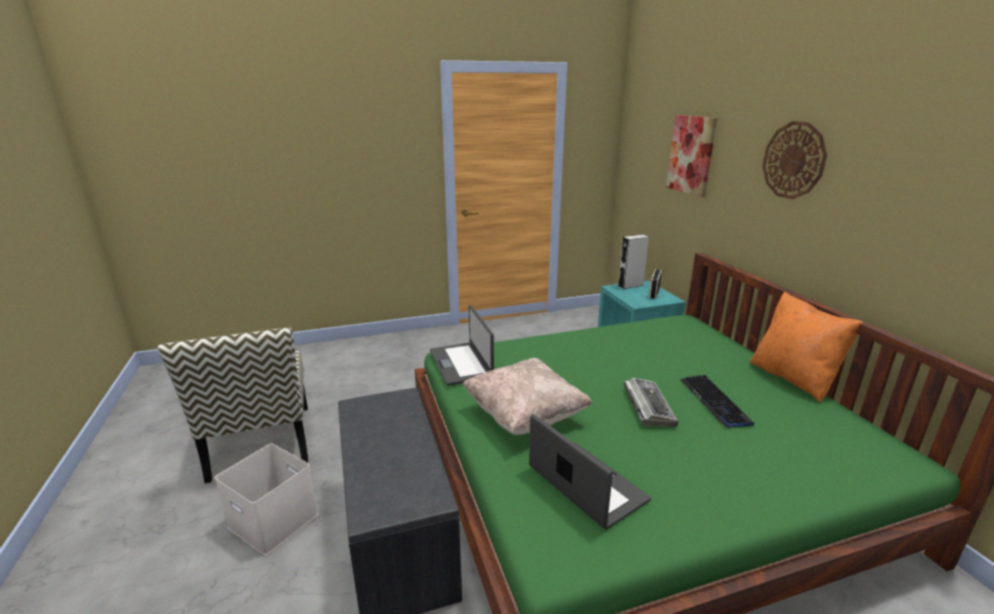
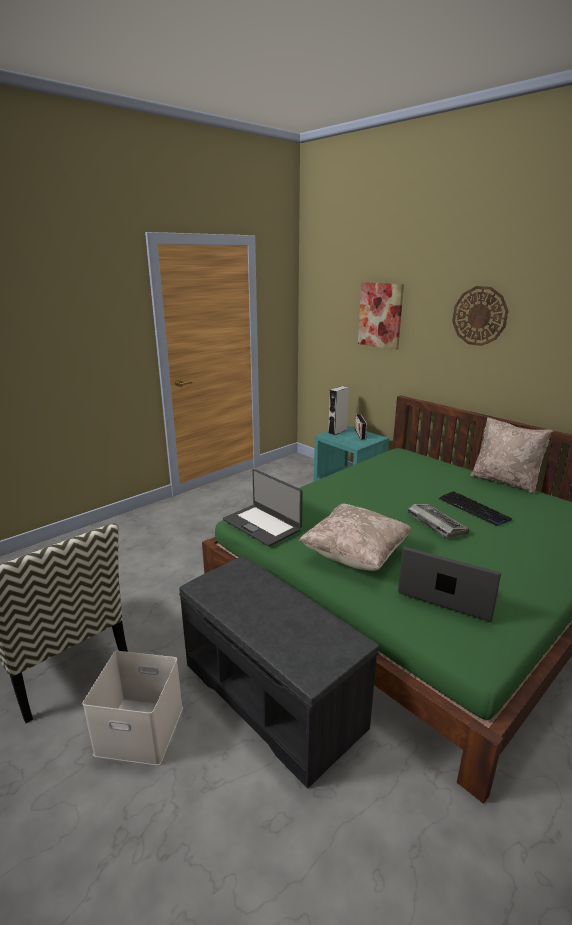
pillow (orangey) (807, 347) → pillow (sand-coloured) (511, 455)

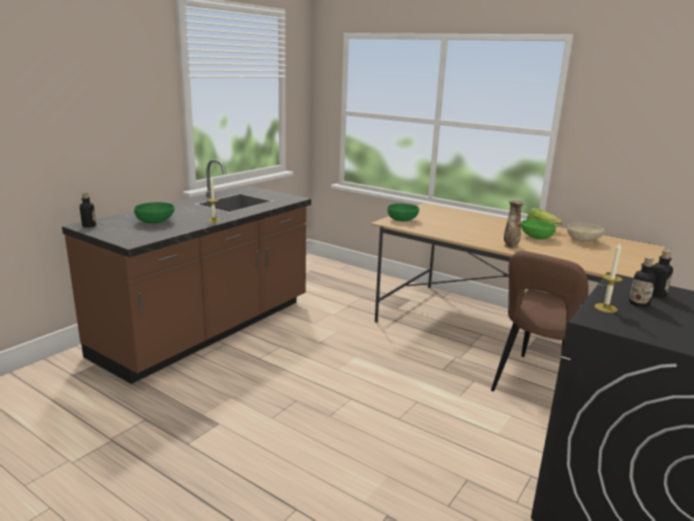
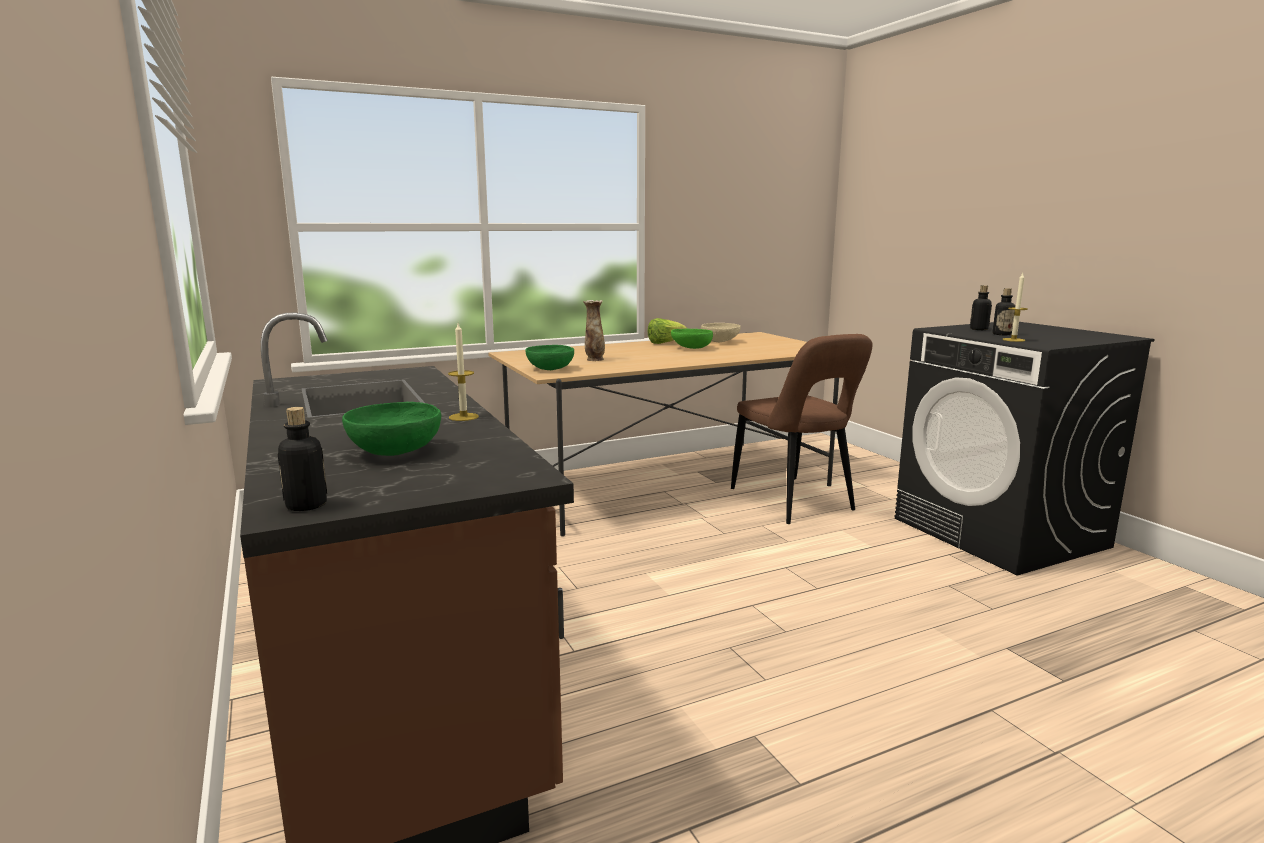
flower vase (514, 224) → flower vase (594, 330), move

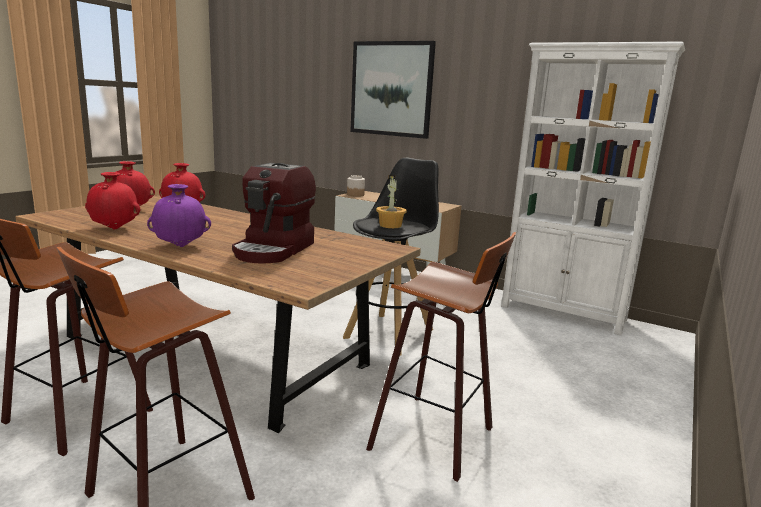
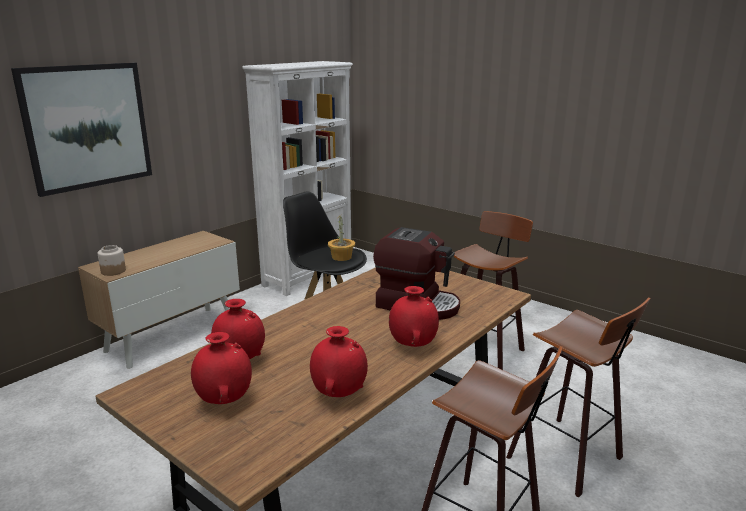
flower vase (purple) (179, 215) → flower vase (red) (414, 316)

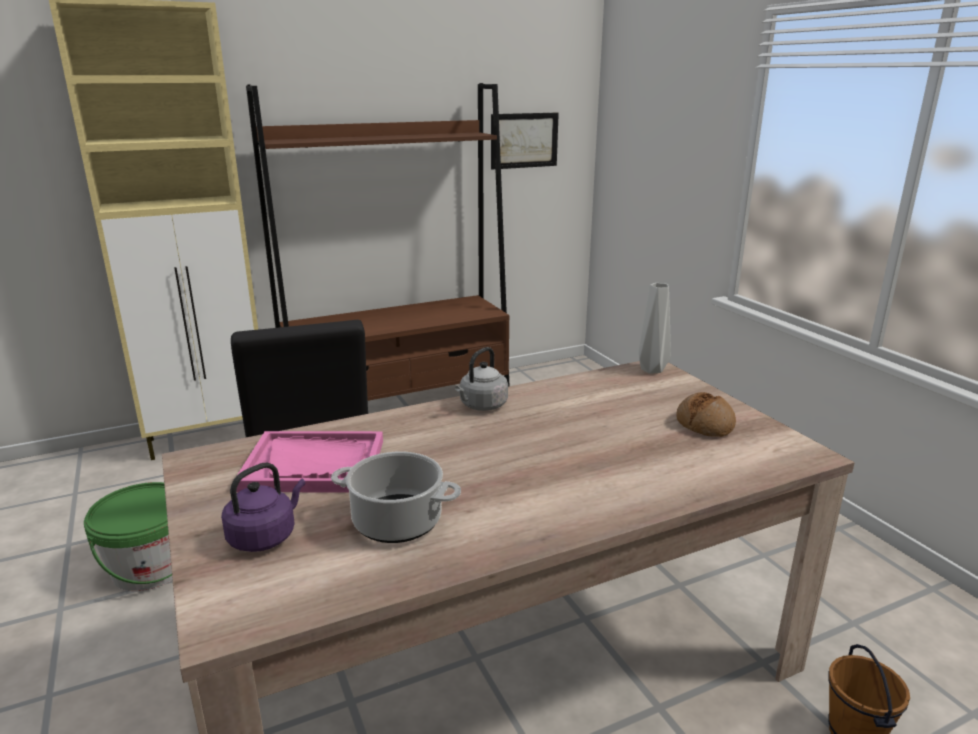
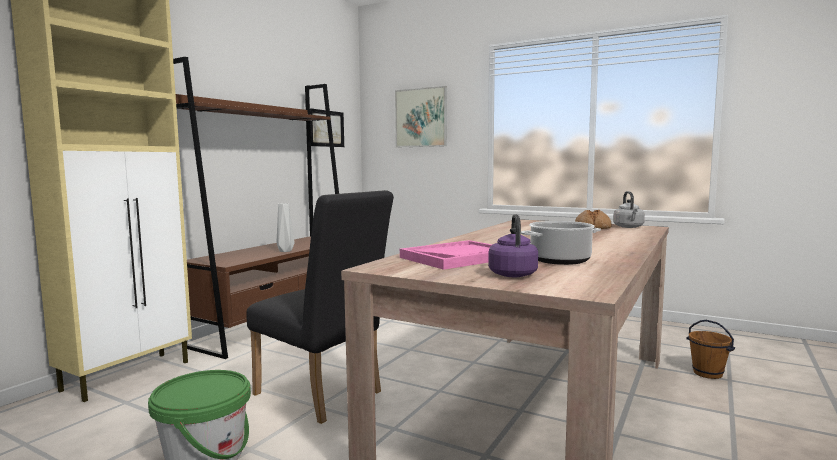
- → wall picture (421, 116)
tea kettle (greyish) (481, 379) → tea kettle (greyish) (629, 209), move
flower vase (greyish) (655, 328) → flower vase (greyish) (286, 227), move

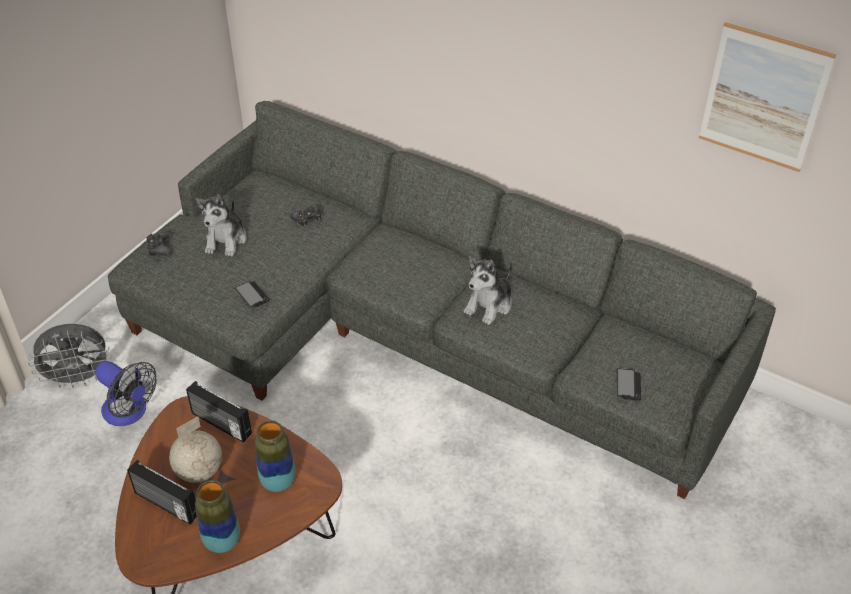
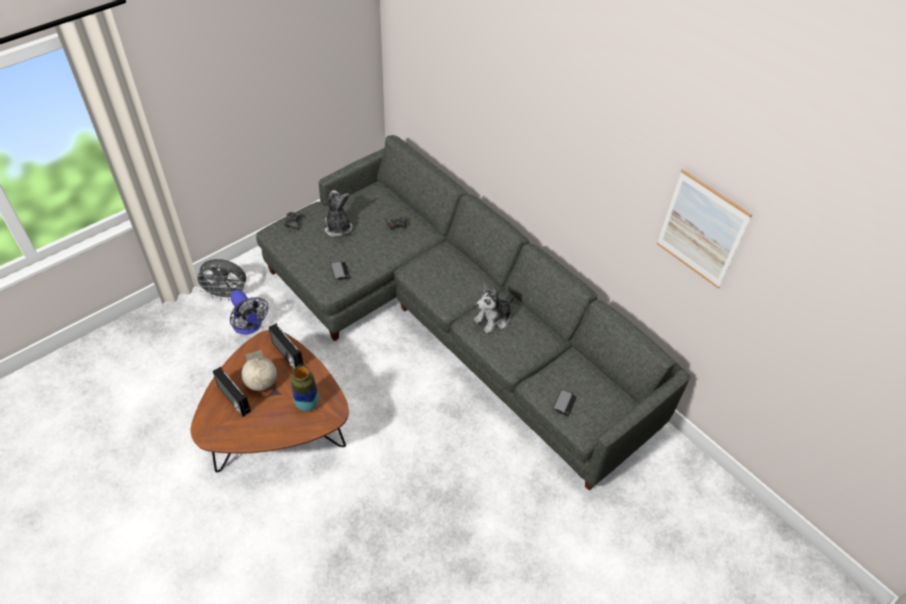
flower vase (217, 516) → -
soft toy (221, 225) → soft toy (338, 213), 135 degrees clockwise

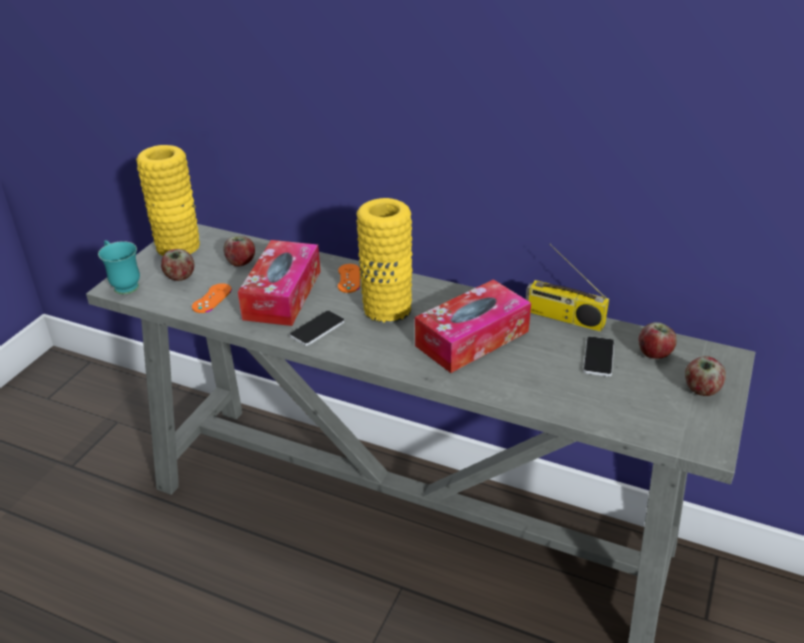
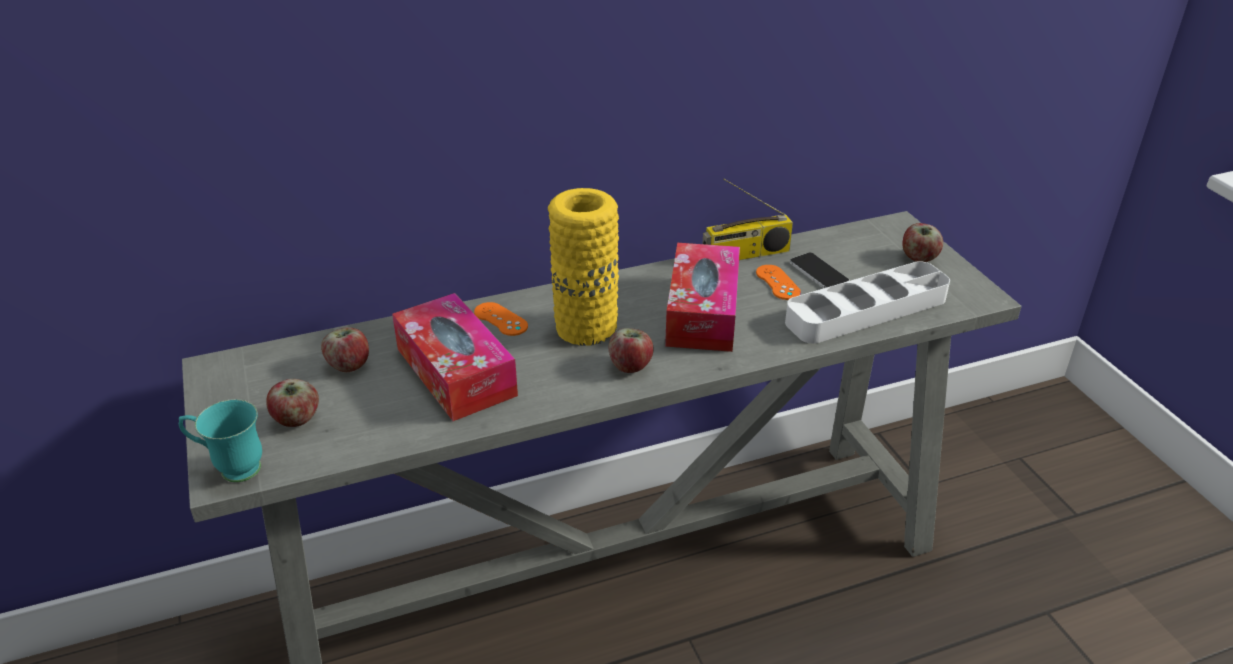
flower vase (yellowish) (168, 200) → -
phone (317, 328) → -
- → carrying tray (white-coloured) (867, 302)
gamepad (orangey) (212, 298) → gamepad (orangey) (778, 282), move
whole apple (657, 340) → whole apple (631, 350), move

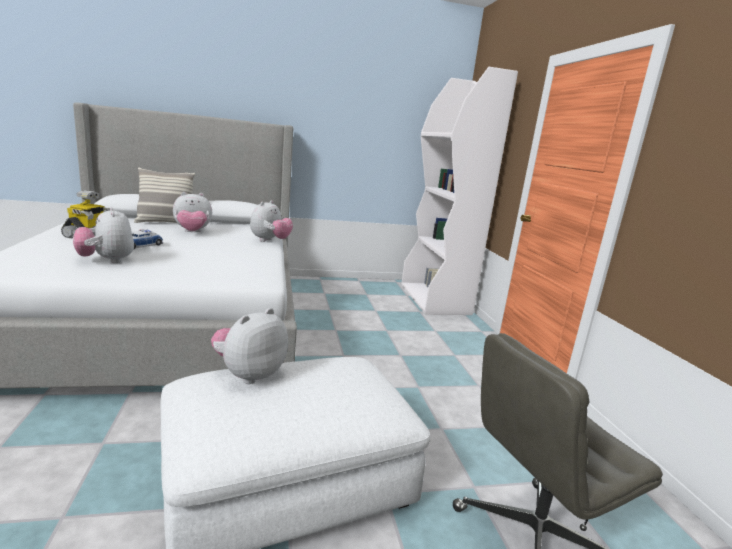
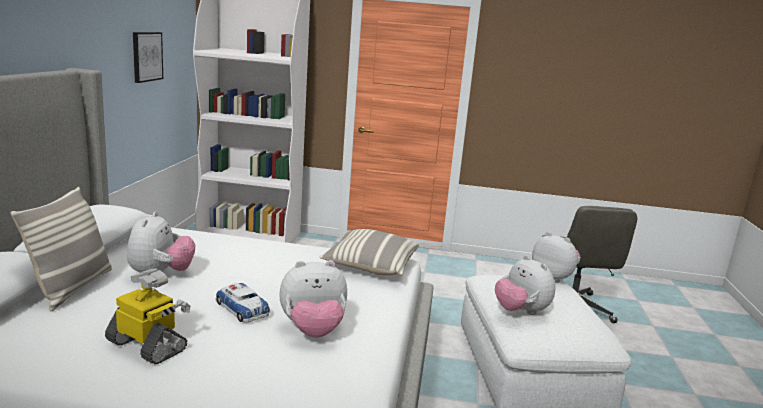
- → wall picture (148, 57)
- → pillow (369, 252)
soft toy (271, 221) → soft toy (556, 257), move

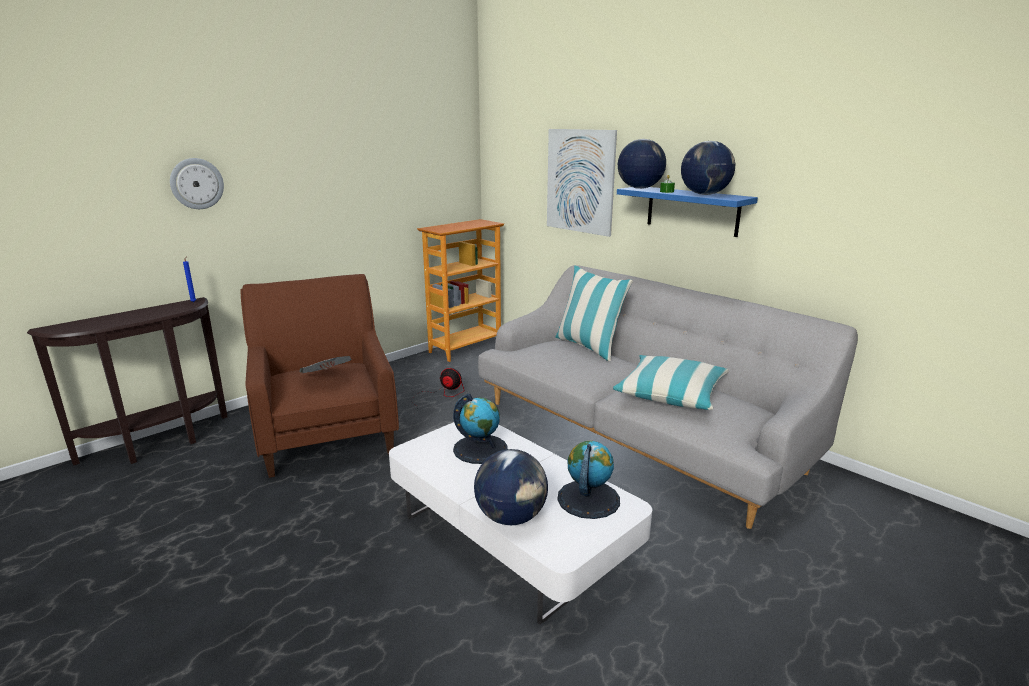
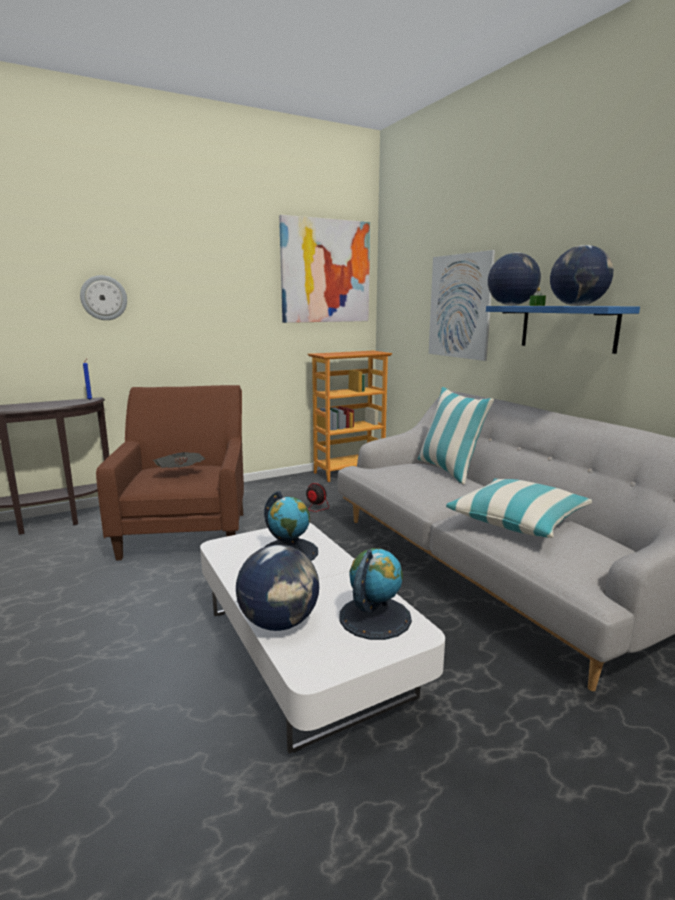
- → wall picture (324, 269)

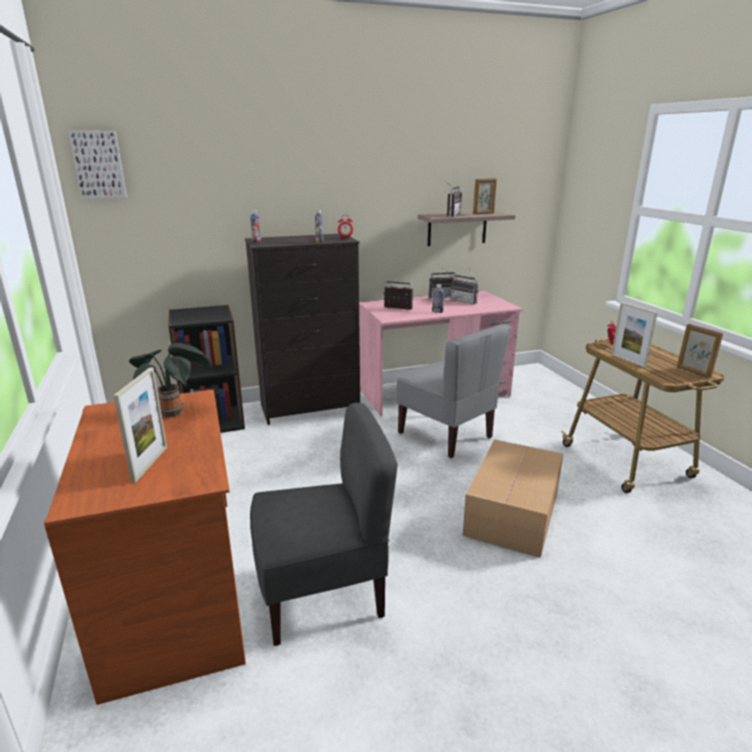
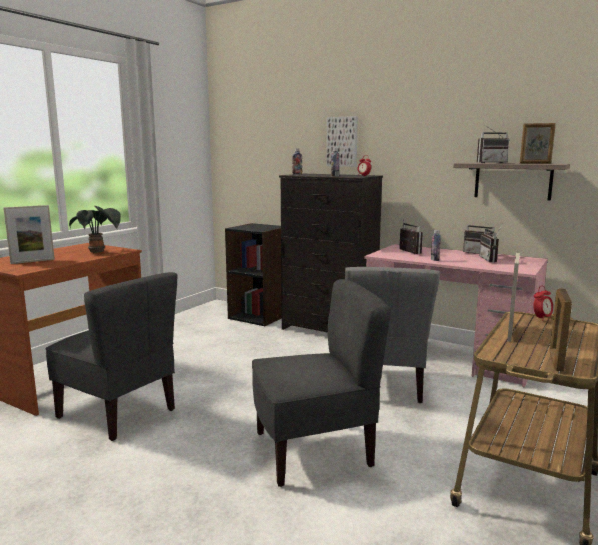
wall picture (97, 165) → wall picture (342, 141), move
packing box (513, 498) → upright chair (greyish) (321, 383)

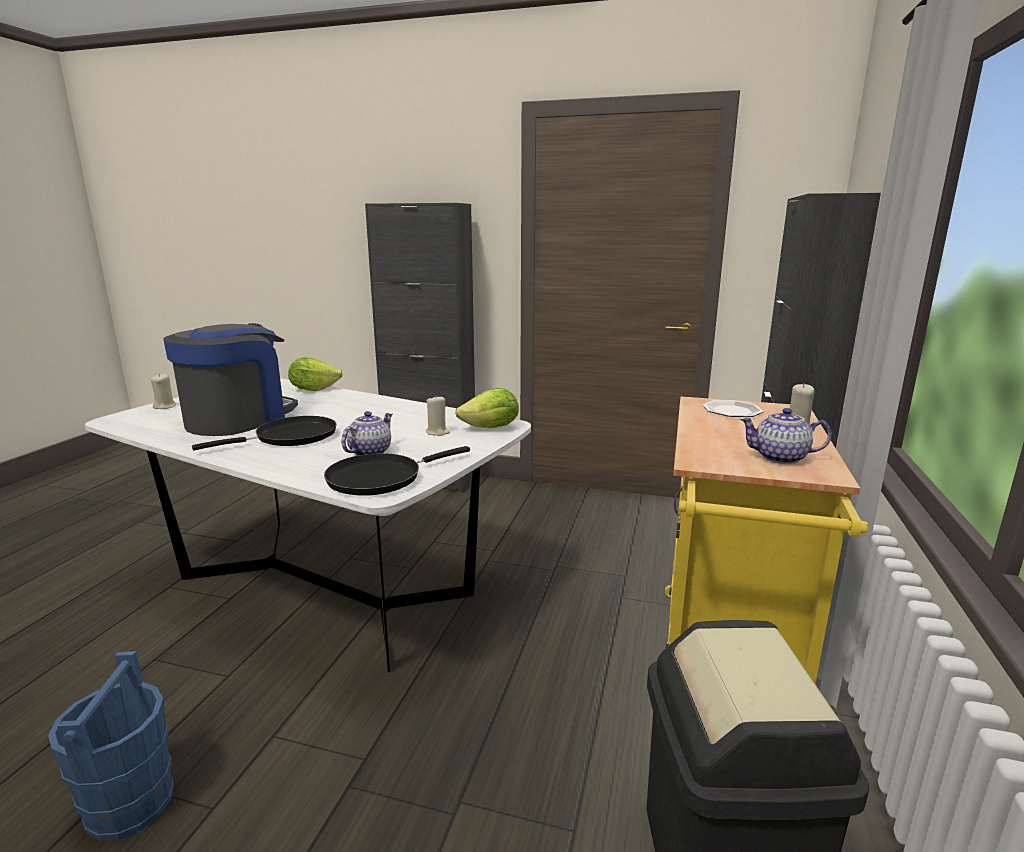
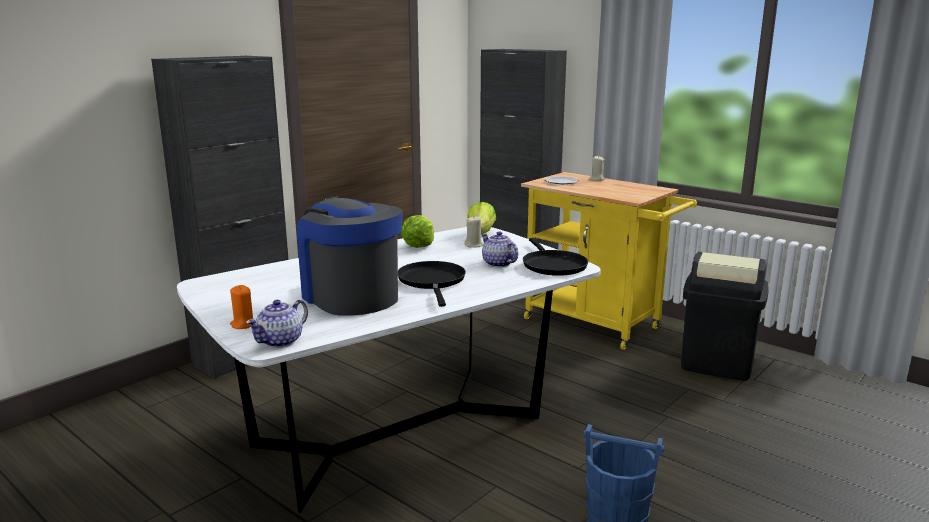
head of lettuce (315, 374) → head of lettuce (417, 231), move
pot for tea (785, 436) → pot for tea (277, 324), move
wax light (sand-coloured) (163, 391) → wax light (orangey) (241, 307)

